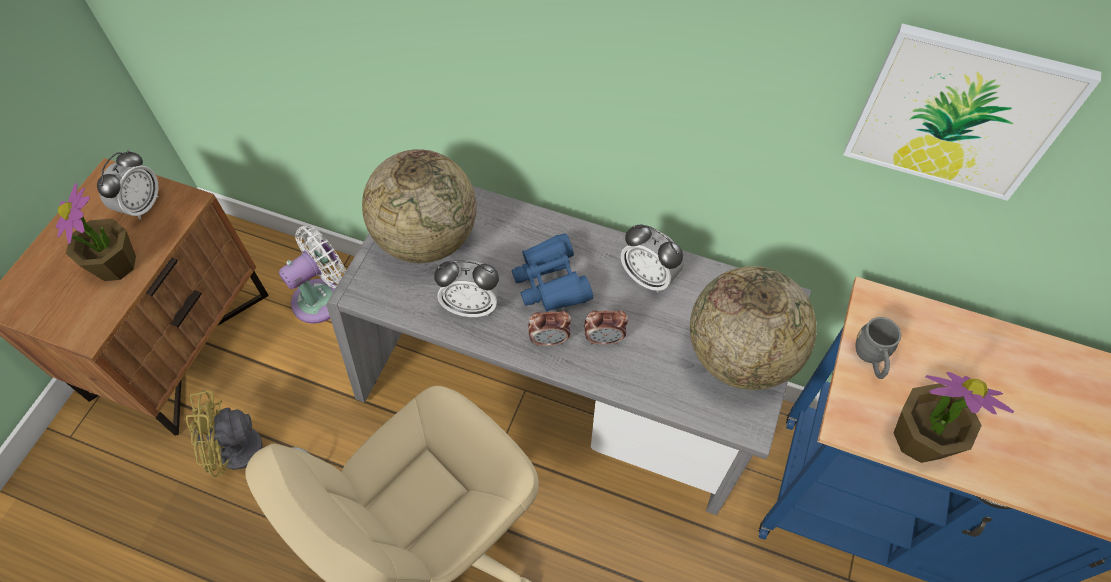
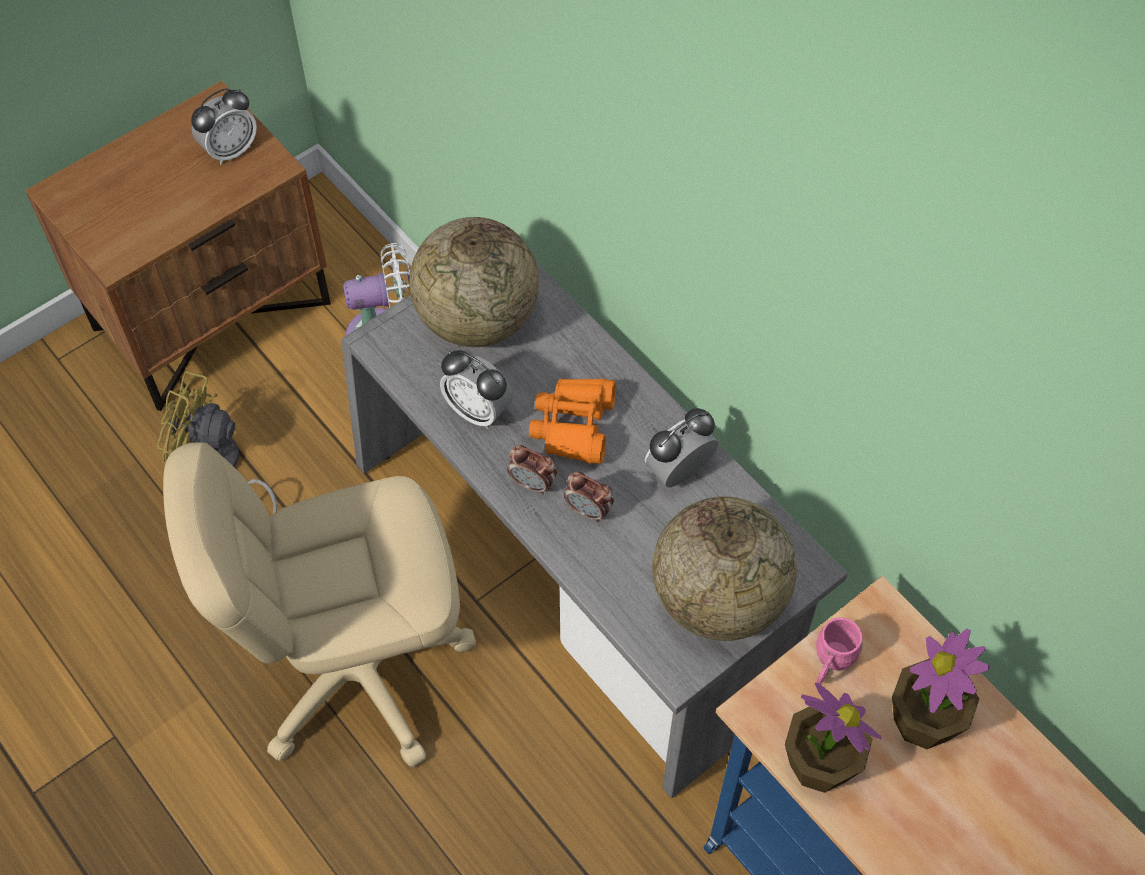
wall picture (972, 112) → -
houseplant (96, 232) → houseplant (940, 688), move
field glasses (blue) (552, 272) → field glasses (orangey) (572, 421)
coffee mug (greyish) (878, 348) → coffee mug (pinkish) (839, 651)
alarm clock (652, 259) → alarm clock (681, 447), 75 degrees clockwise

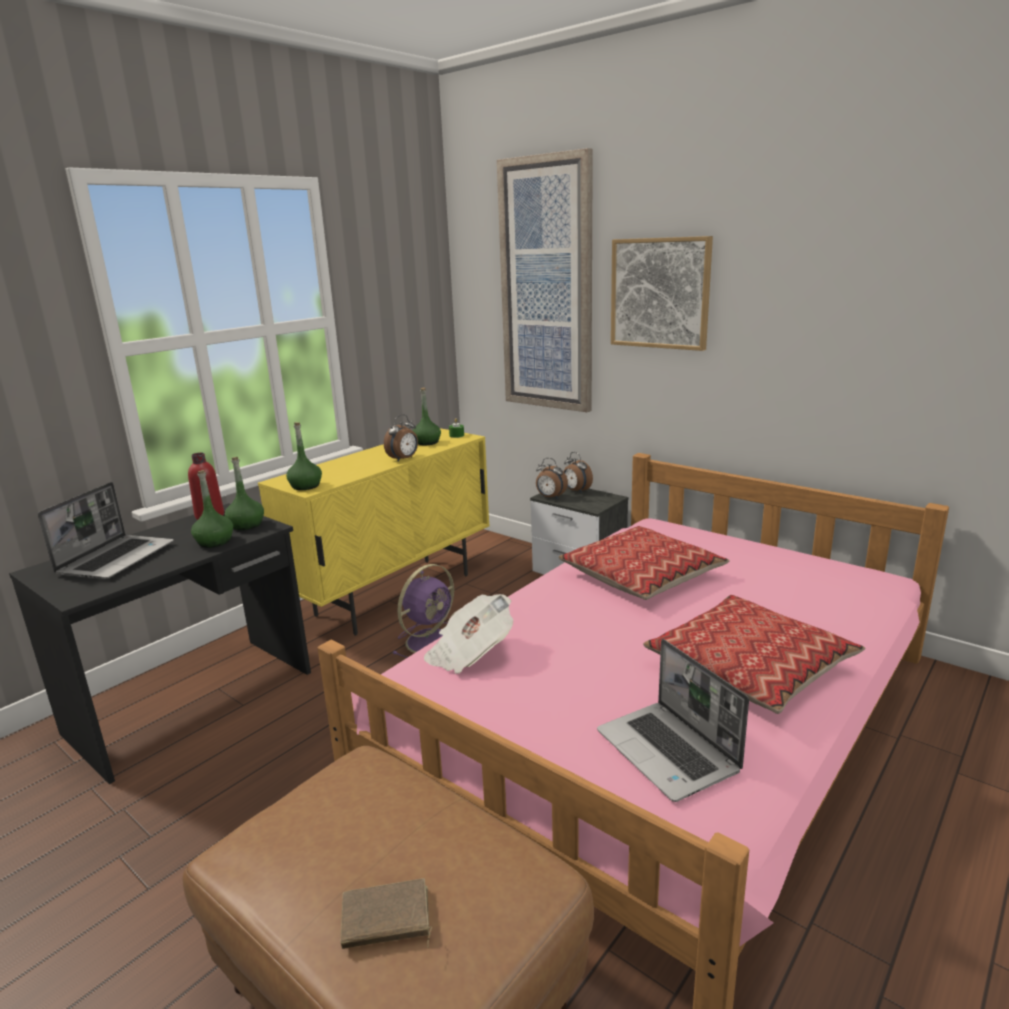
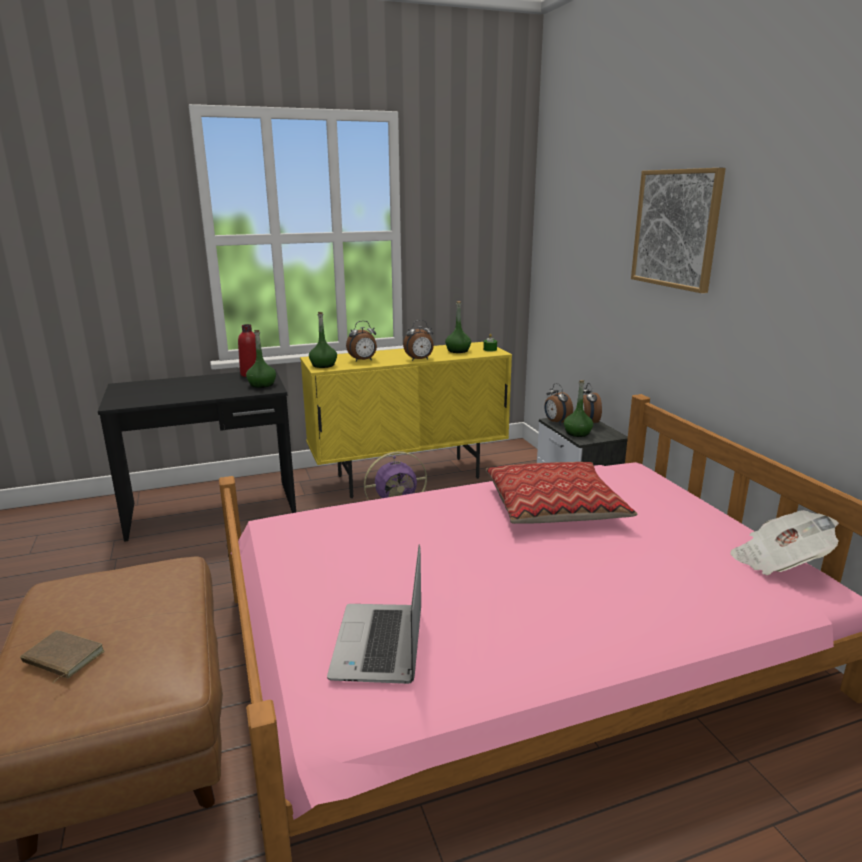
portable computer (106, 531) → -
wall picture (545, 280) → -
pillow (754, 654) → -
- → alarm clock (361, 341)
drink bottle (green-coloured) (212, 509) → drink bottle (green-coloured) (578, 408), move
daily paper (468, 634) → daily paper (785, 542), move

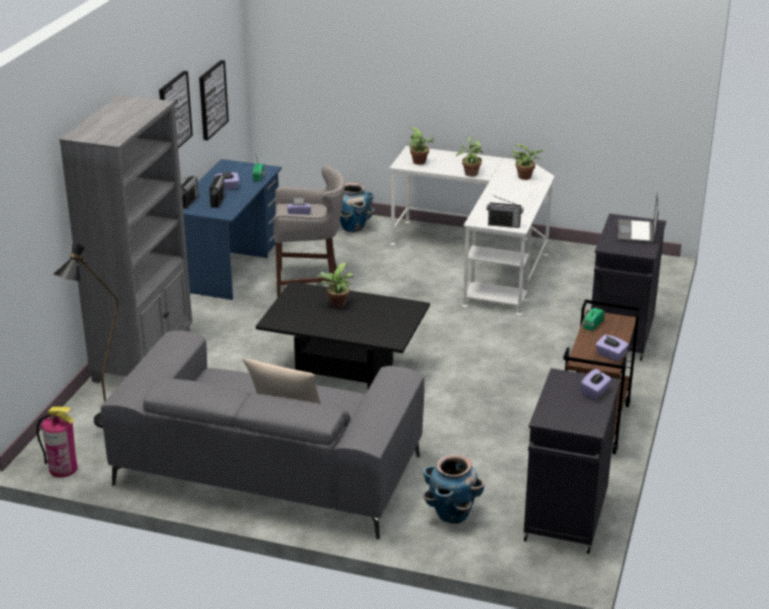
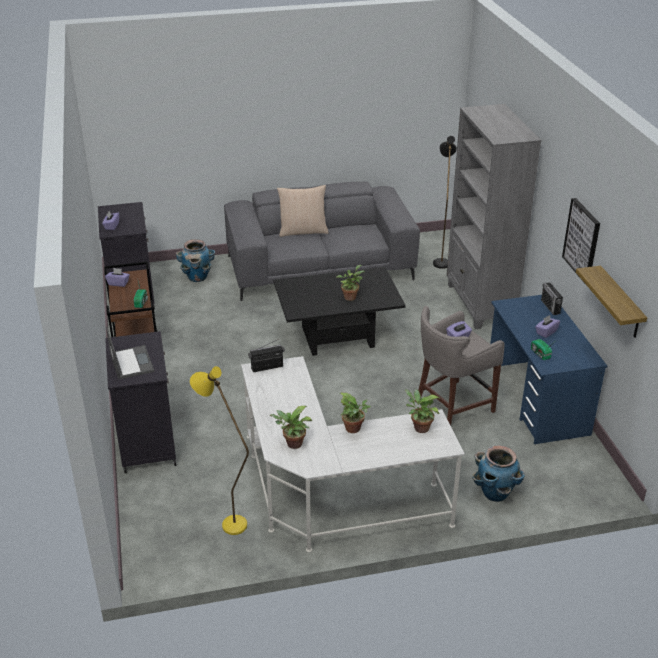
fire extinguisher (57, 442) → -
radio set (217, 191) → -
- → standard lamp (yellowish) (219, 450)
wall picture (214, 100) → shelf (611, 302)

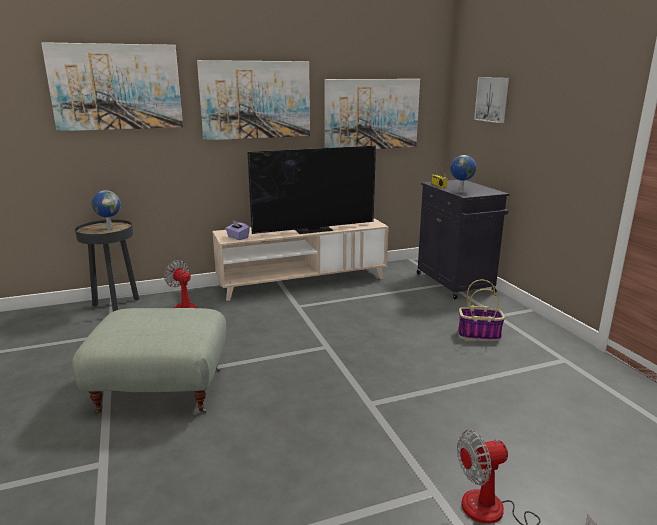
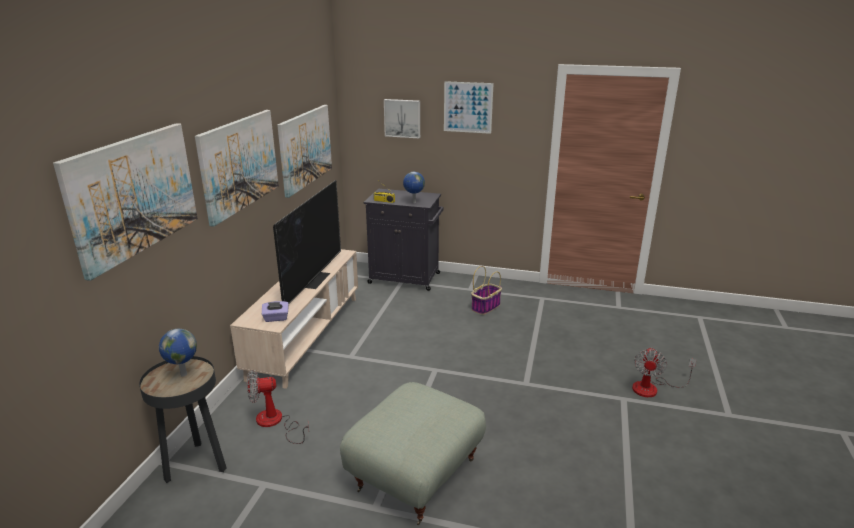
- → wall picture (468, 107)

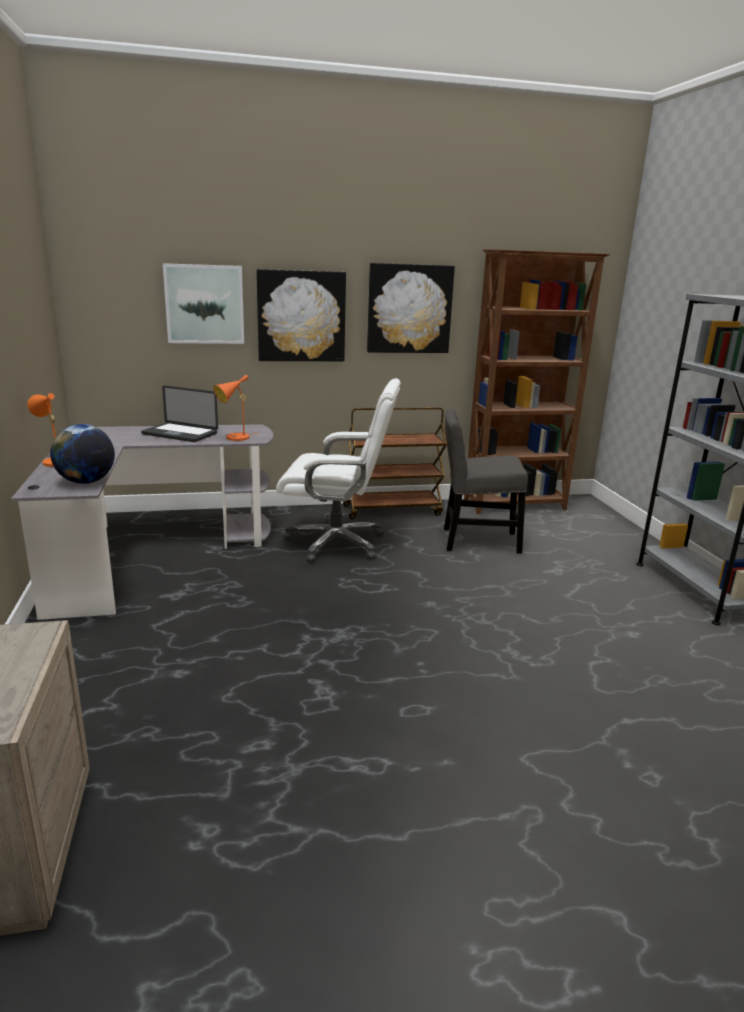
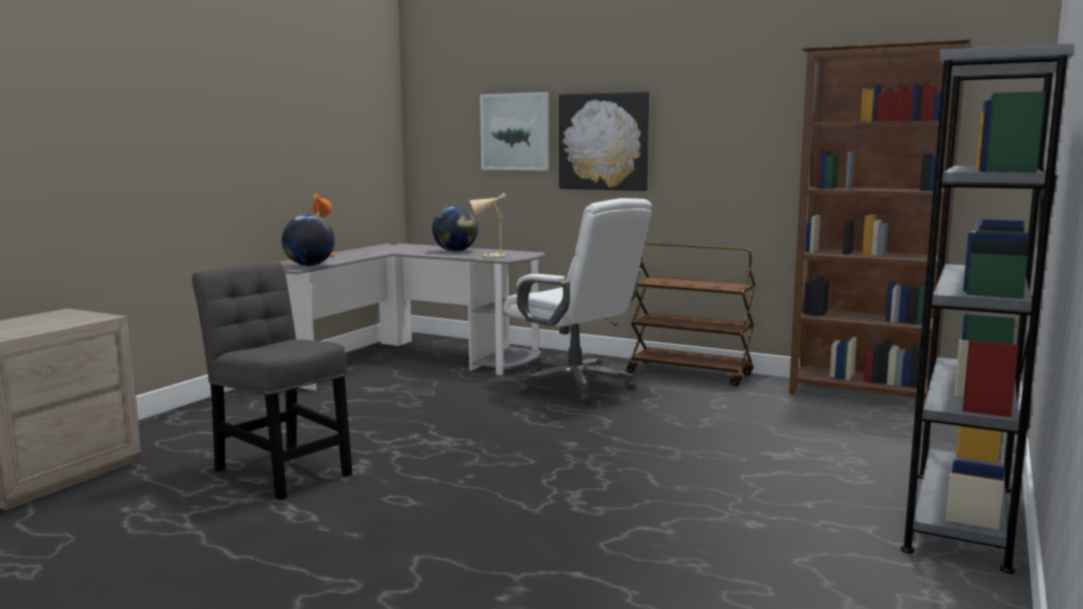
wall picture (411, 308) → -
upright chair (greyish) (486, 481) → upright chair (greyish) (272, 381), move
portable computer (179, 414) → world globe (455, 229)
tabletop lamp (orangey) (235, 408) → tabletop lamp (sand-coloured) (495, 226)

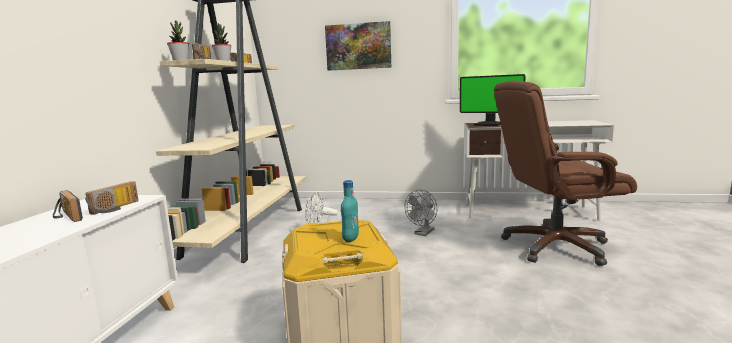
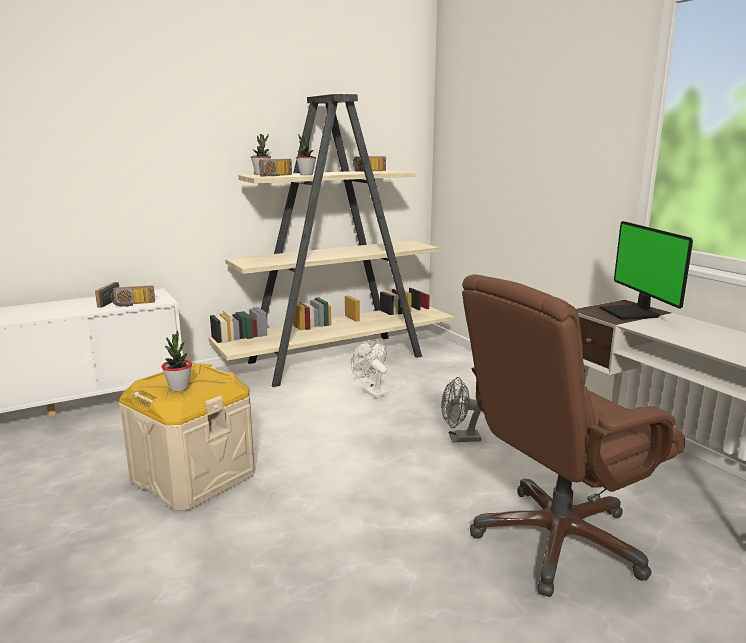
wall picture (358, 46) → -
drink bottle (blue-green) (350, 211) → houseplant (177, 360)
computer chair (brownish) (565, 173) → computer chair (brownish) (573, 435), 75 degrees counterclockwise

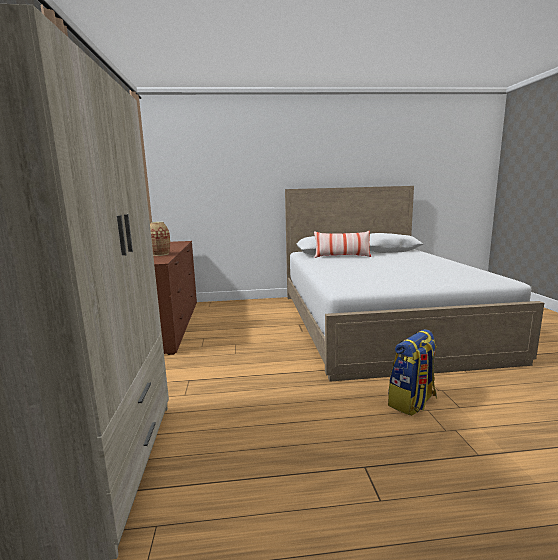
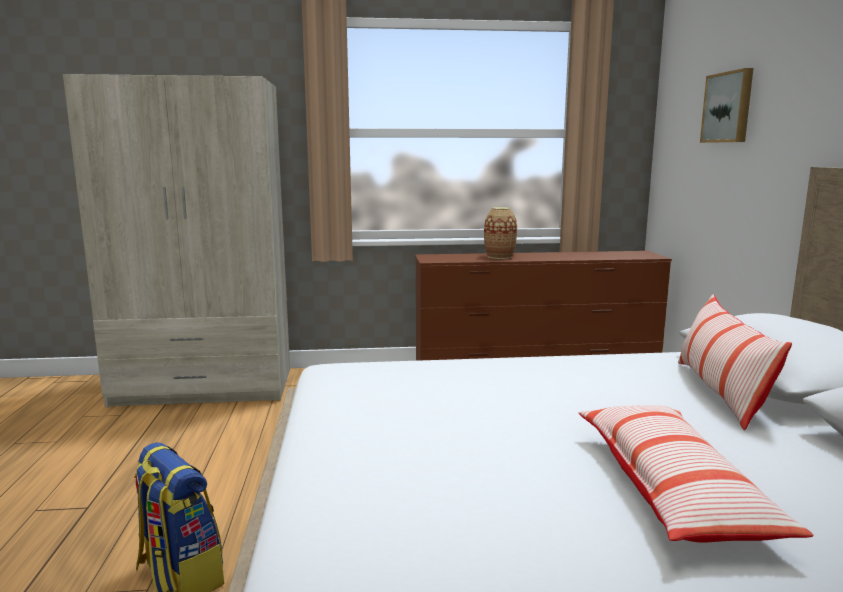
- → pillow (696, 473)
- → wall picture (726, 105)

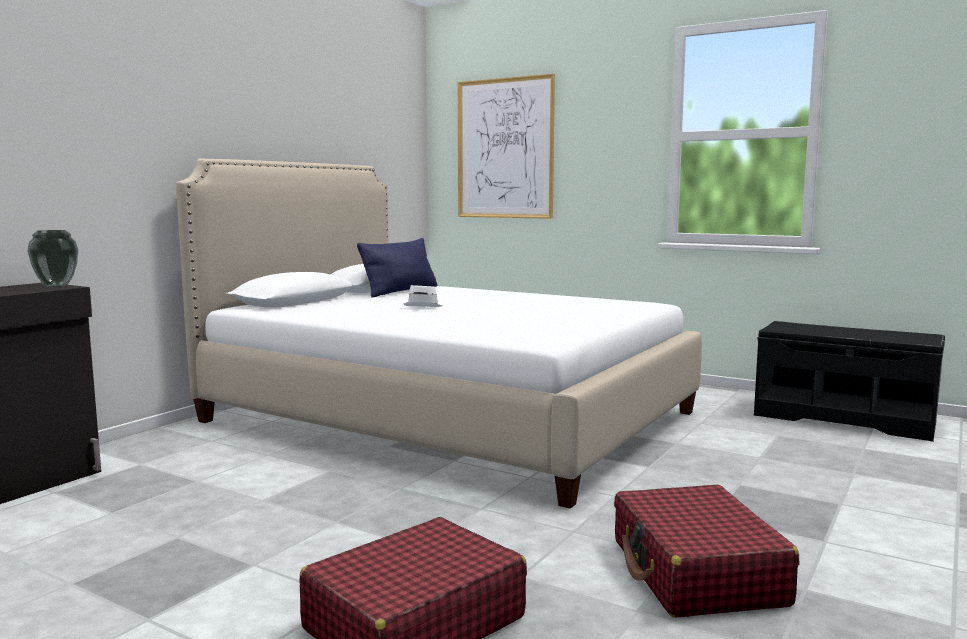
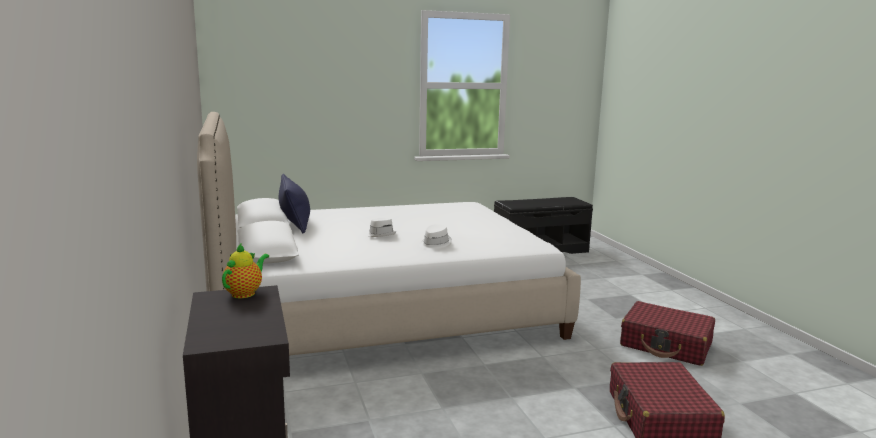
wall picture (506, 146) → -
- → clothing hat (white-coloured) (435, 237)
flower vase (53, 258) → pot for tea (245, 271)

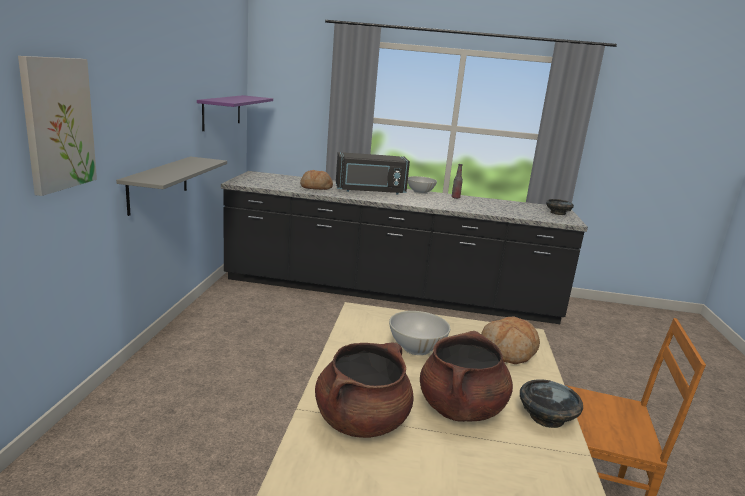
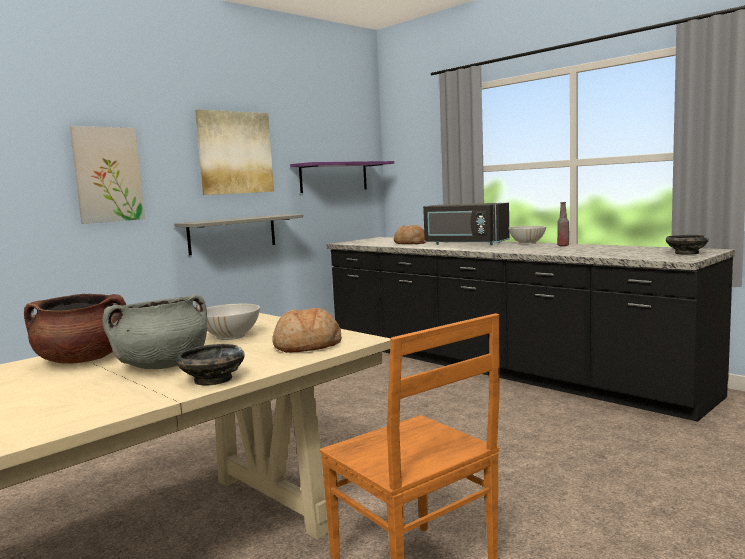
- → wall picture (234, 152)
stockpot (brownish) (466, 376) → stockpot (greyish) (154, 331)

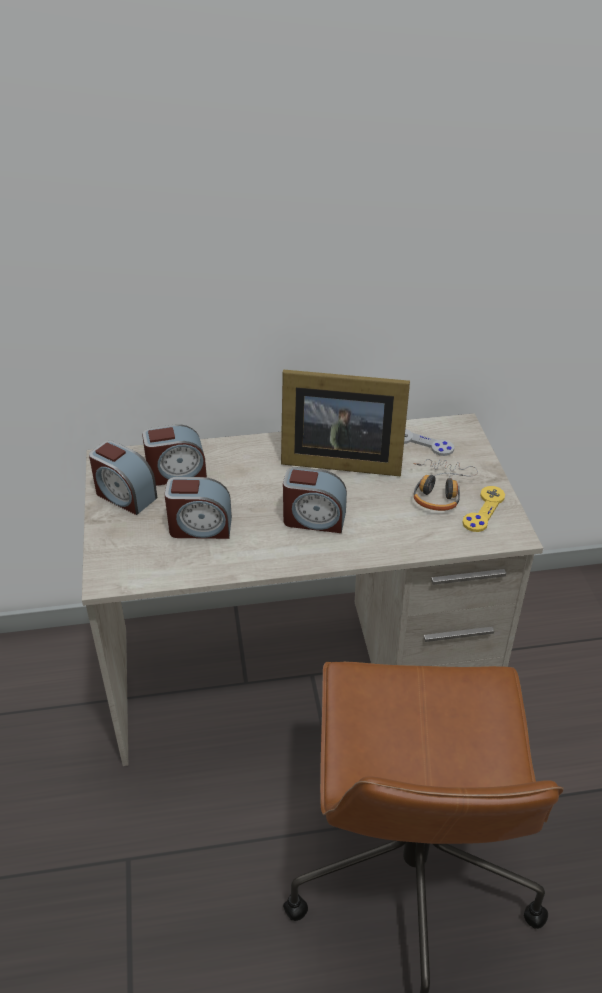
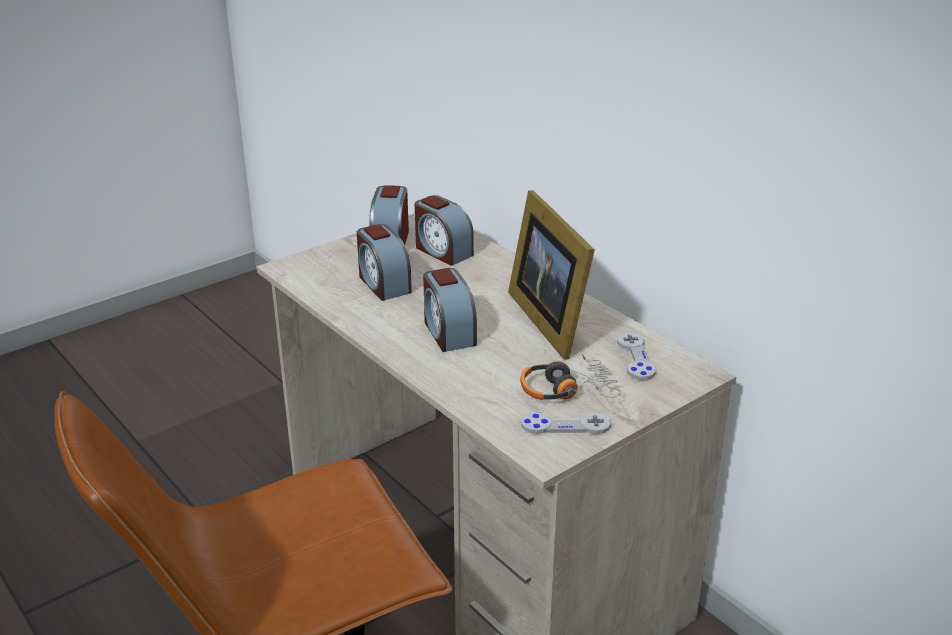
gamepad (yellowish) (483, 509) → gamepad (greyish) (566, 423)

